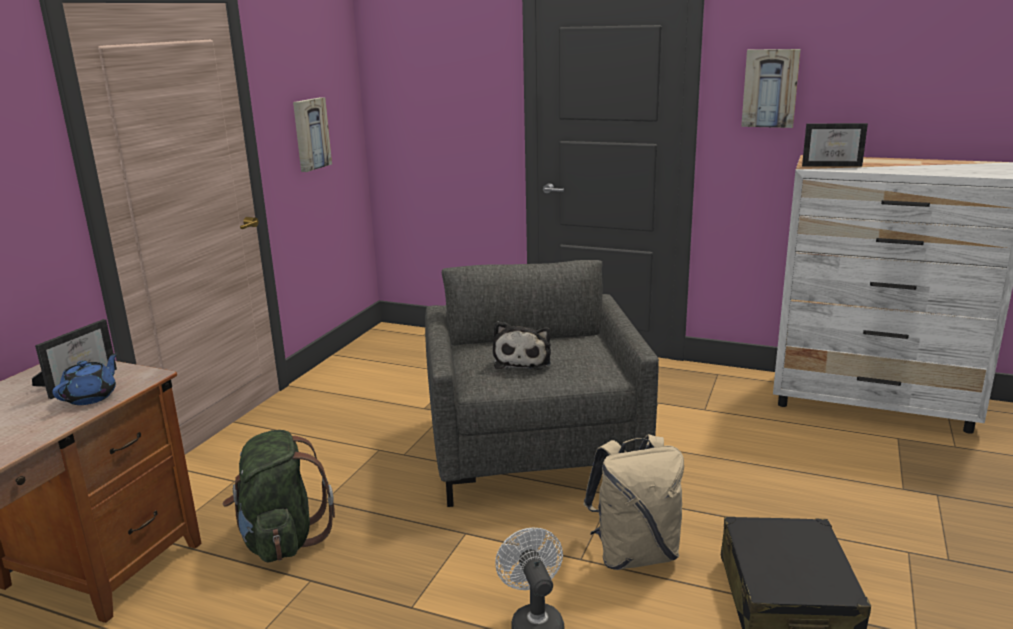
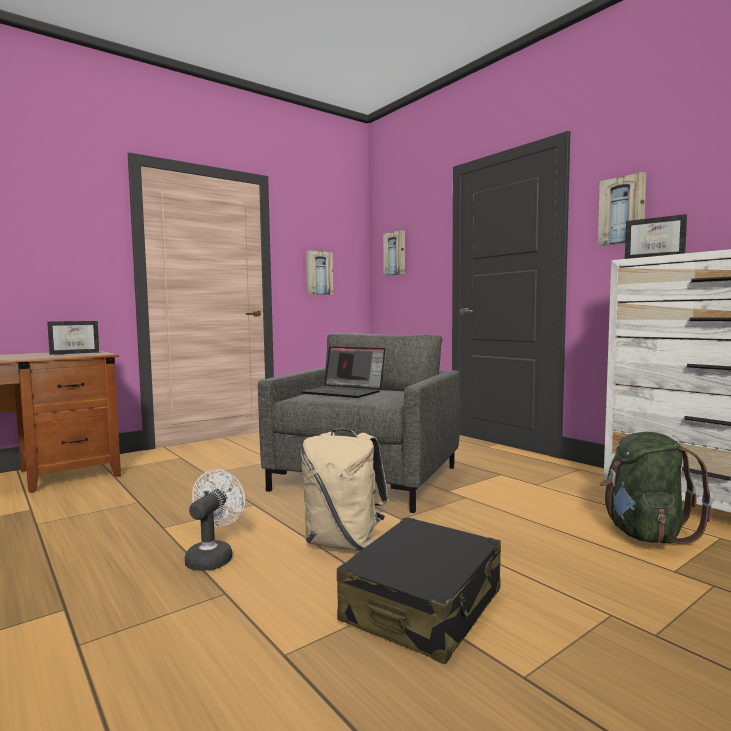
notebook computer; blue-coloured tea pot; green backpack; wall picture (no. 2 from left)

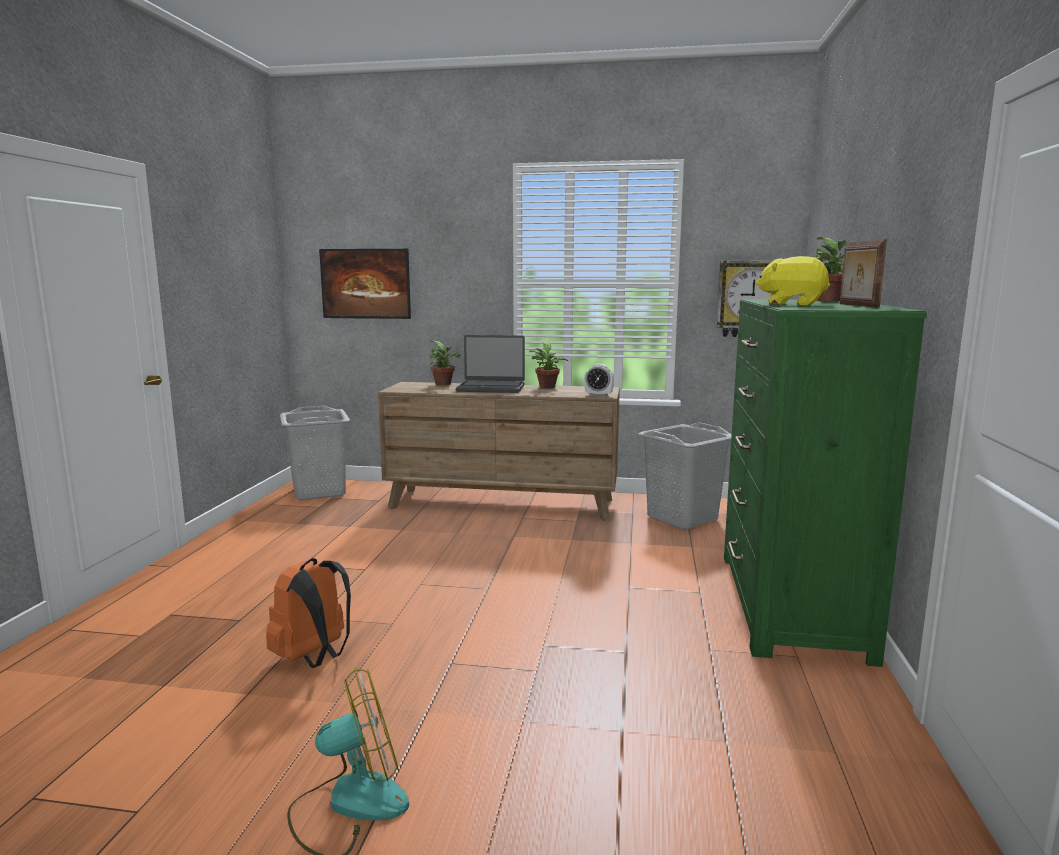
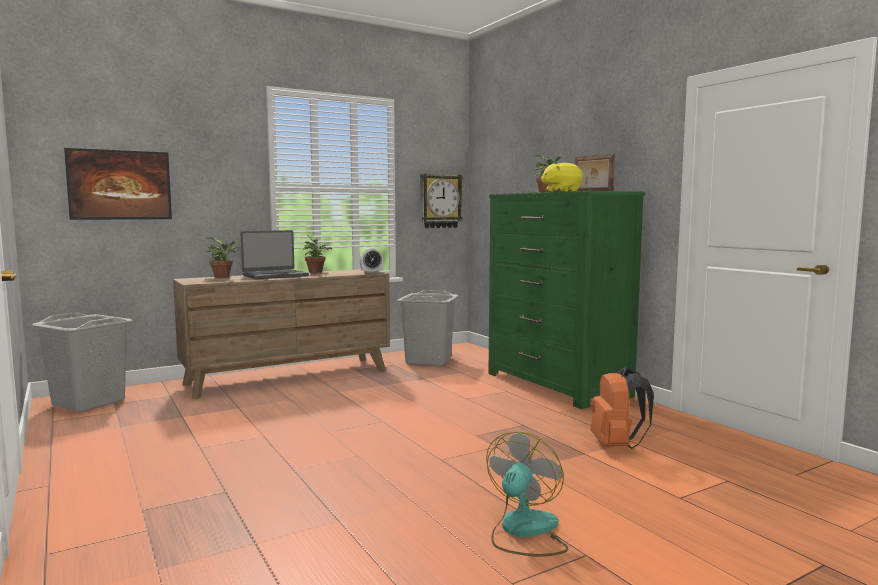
orange-coloured backpack

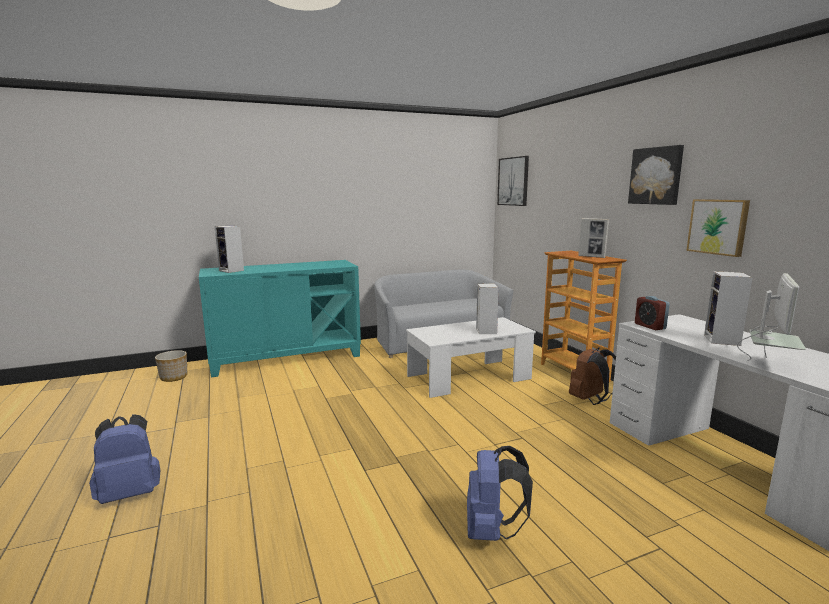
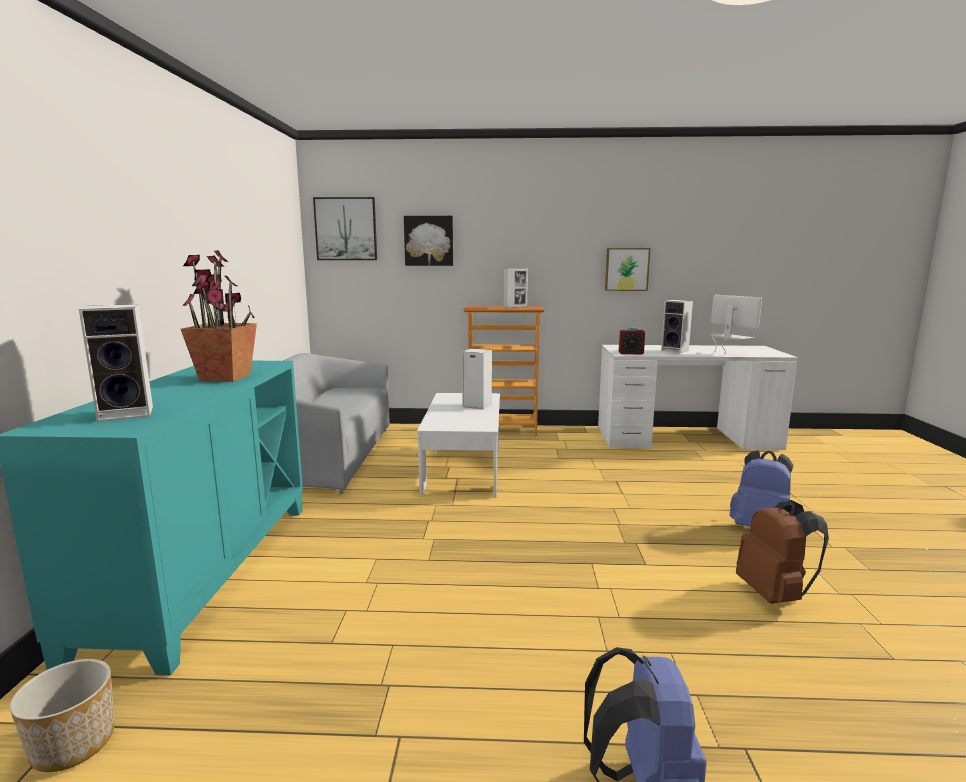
wall picture (no. 2 from left); brown backpack; plant in a pot

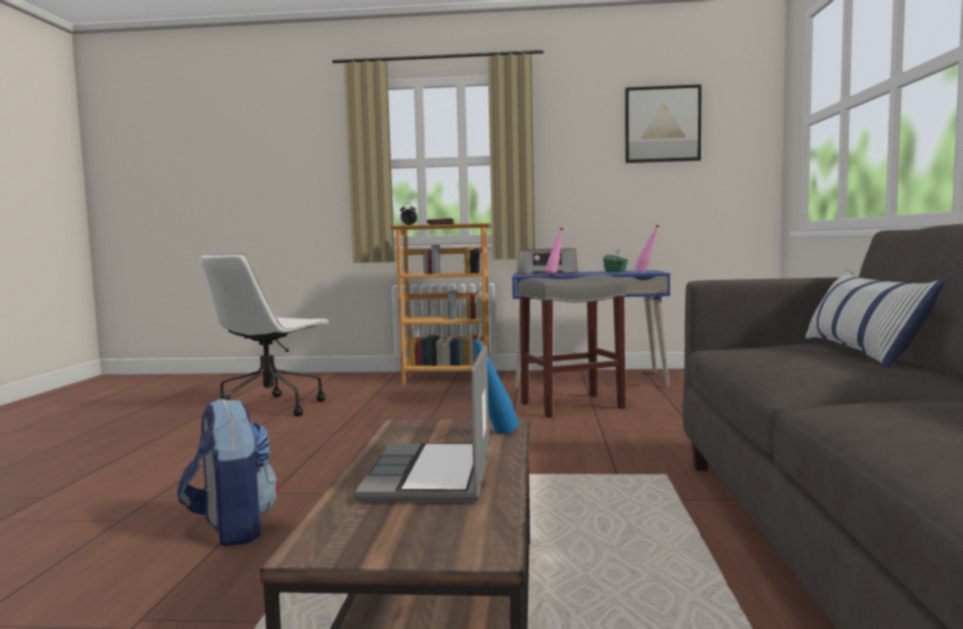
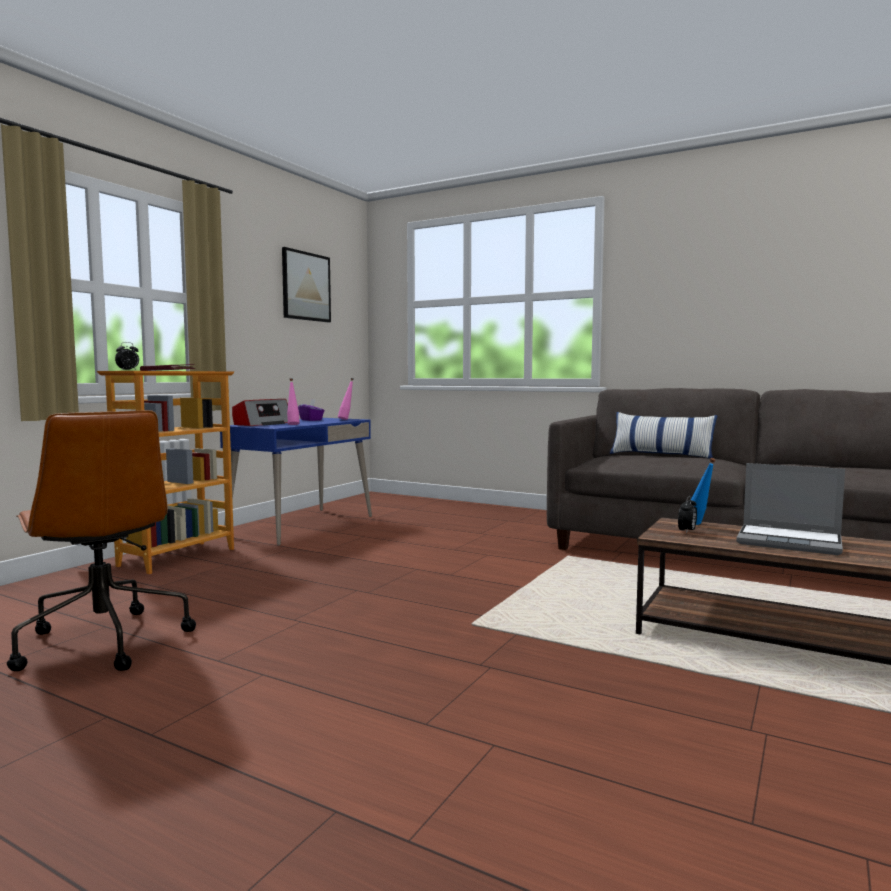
purple tissue holder; brown computer chair; grey stool seat; backpack; alarm clock (no. 2 from left)

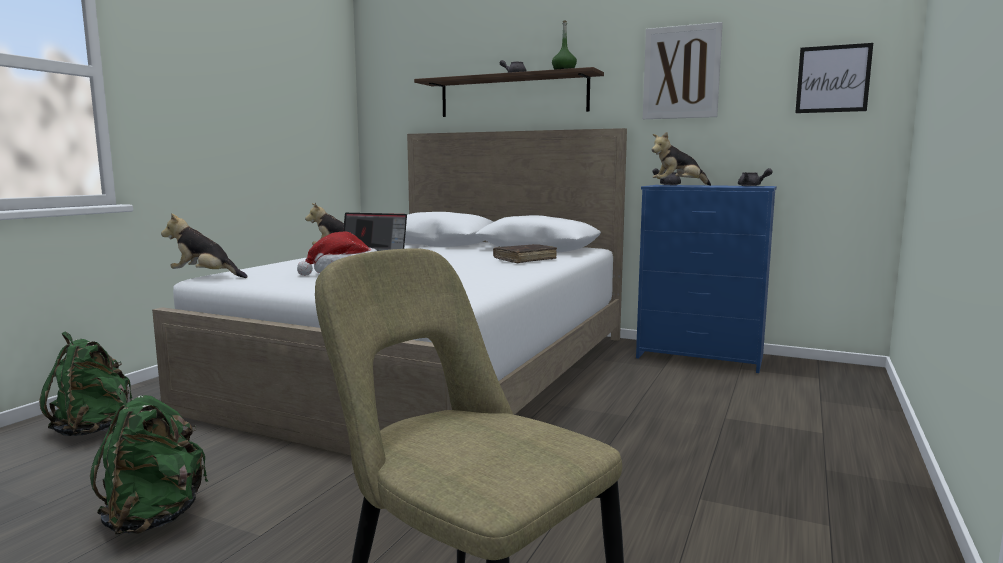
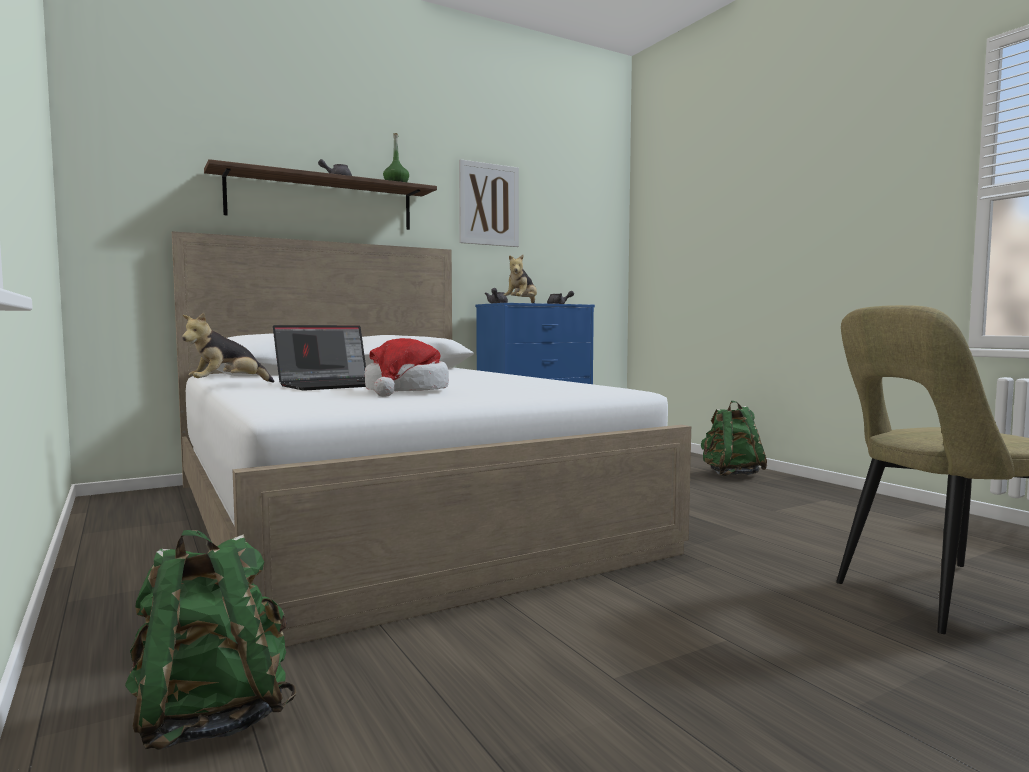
wall picture (no. 2 from left in the first image); soft toy (no. 1 from left in the first image); brown book; green backpack (no. 2 from left)

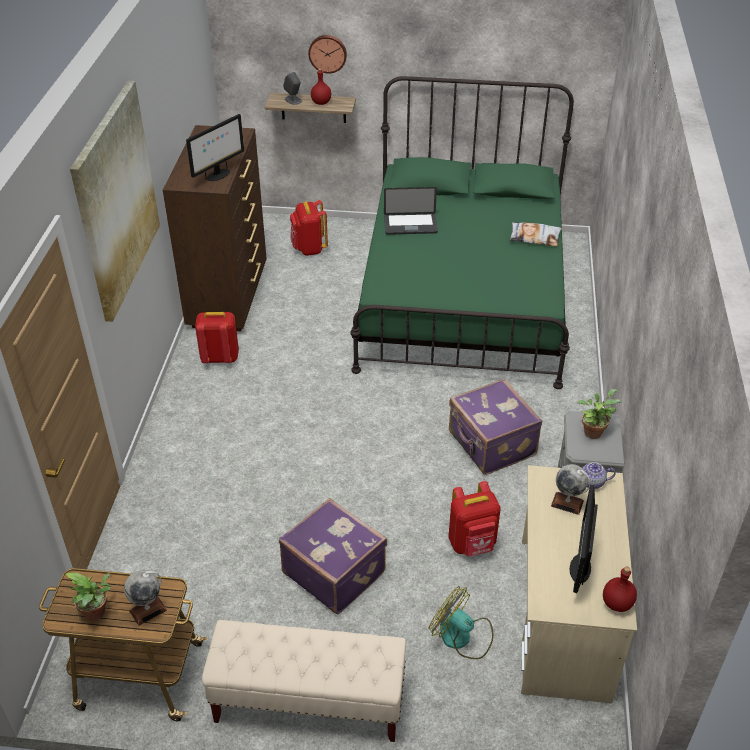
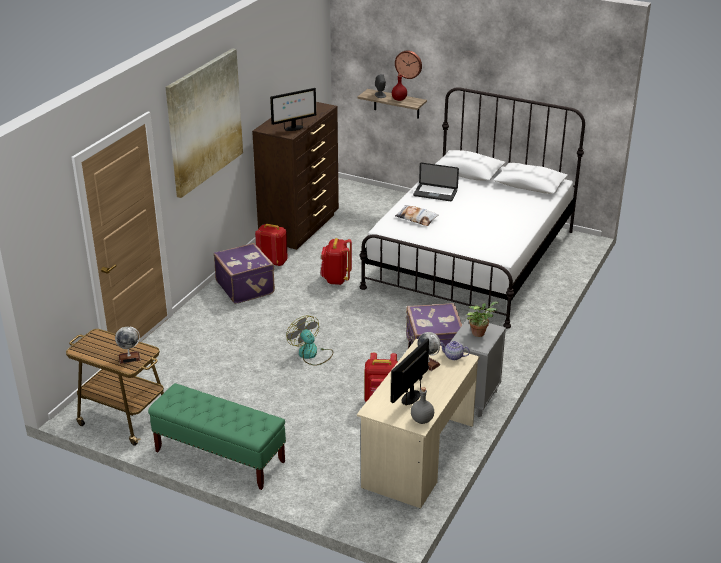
whitish bedroom bed; reddish backpack (no. 2 from left); throw pillow; purple piece of luggage (no. 1 from left); grey beverage bottle; plant in a pot (no. 1 from left in the first image); fan; green indoor bench

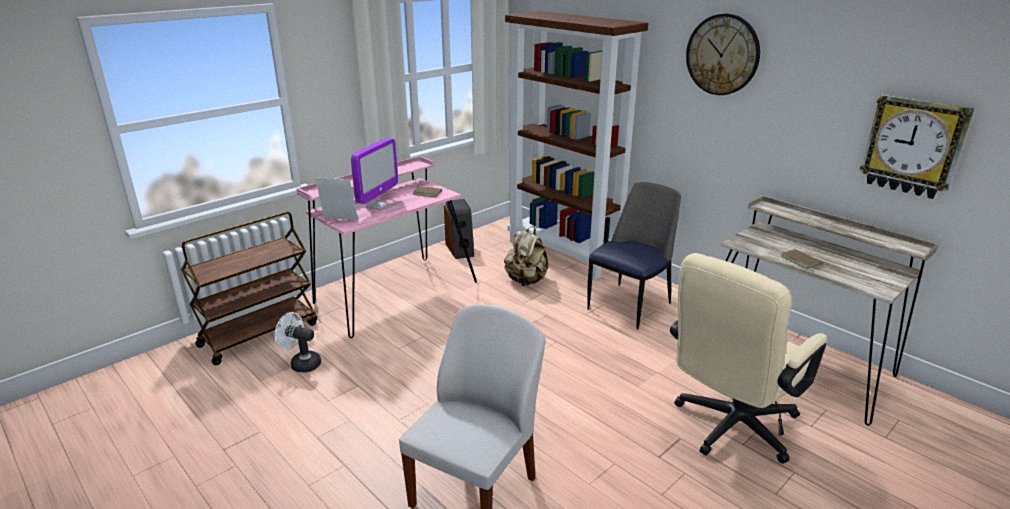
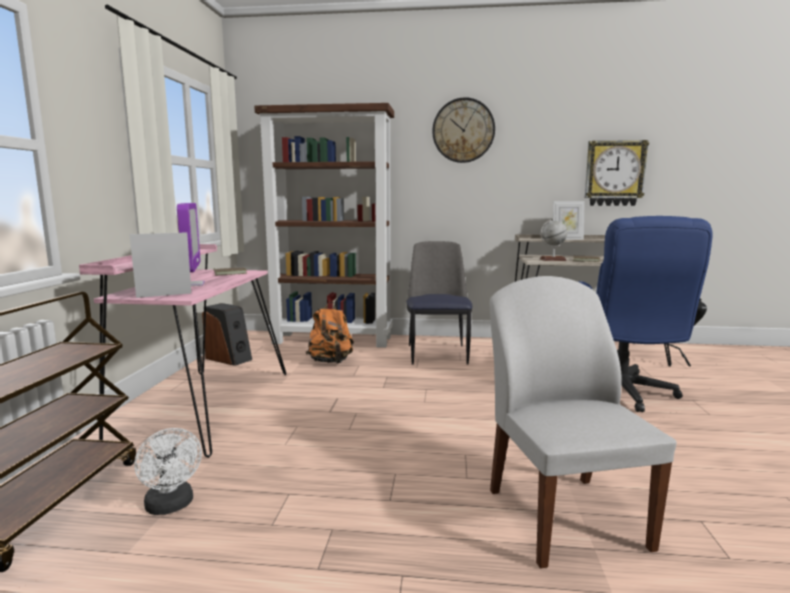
orange-coloured backpack; blue-coloured computer chair; whitish fan; picture frame (no. 2 from left); desk globe

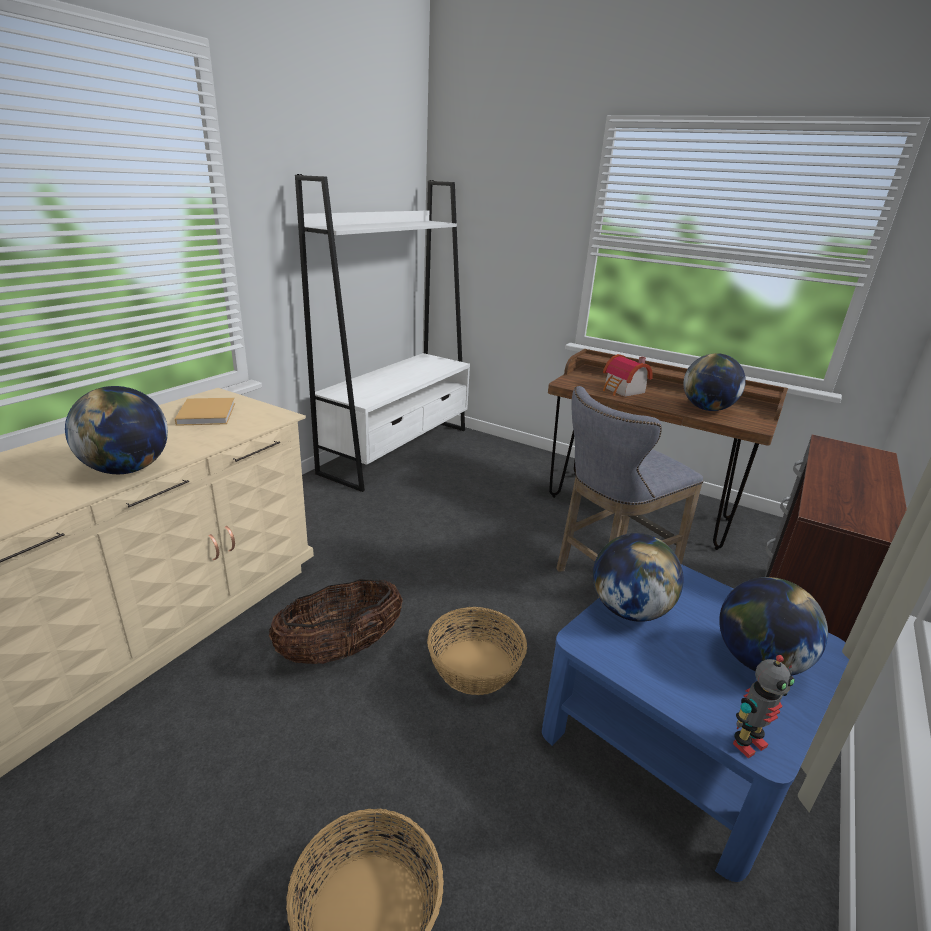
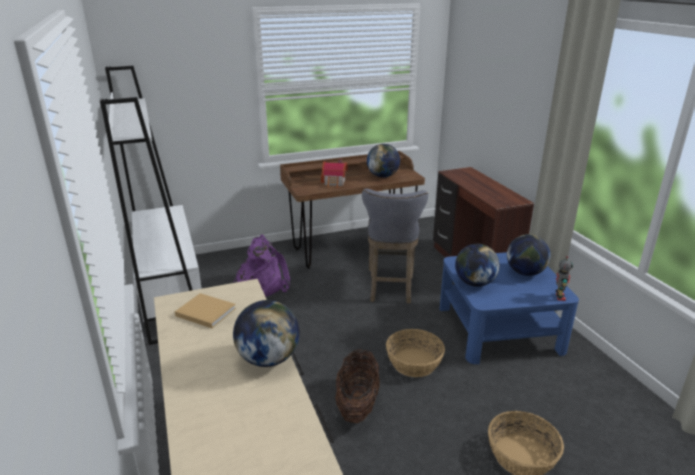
purple backpack

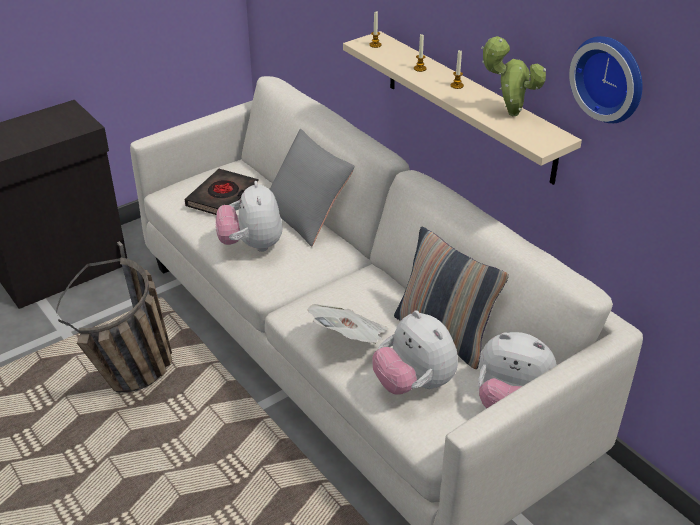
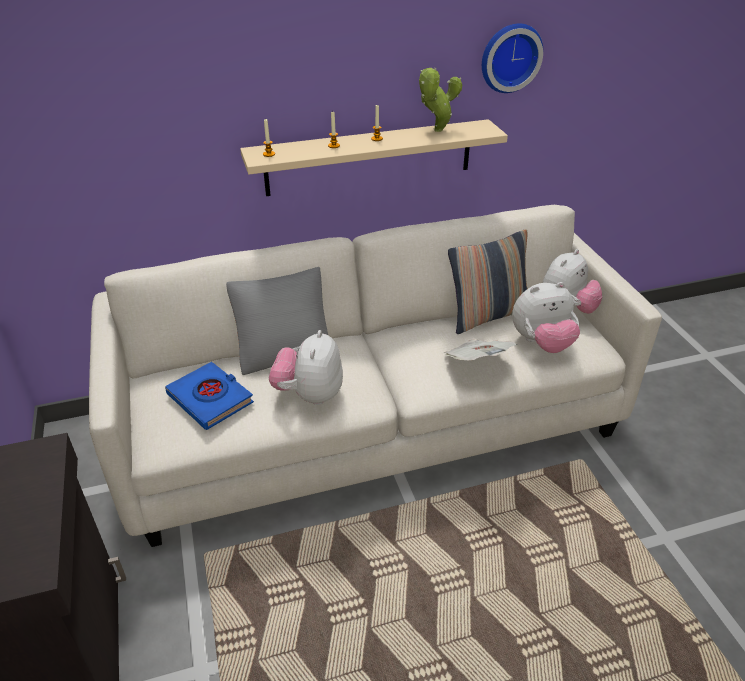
blue-coloured book; soft toy (no. 1 from left); basket

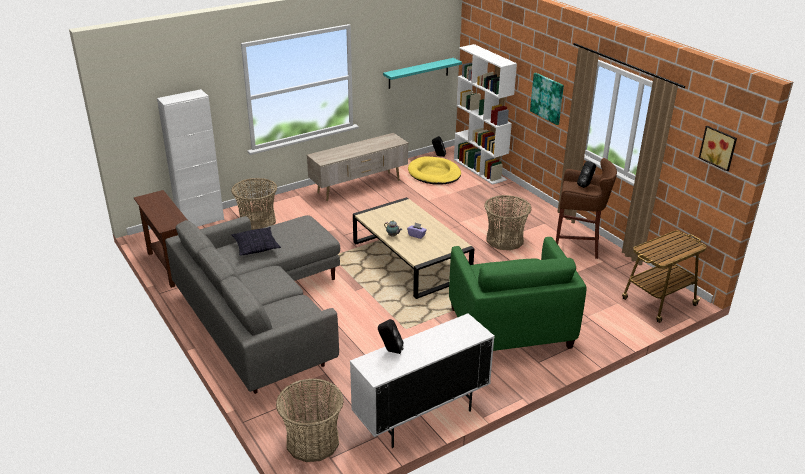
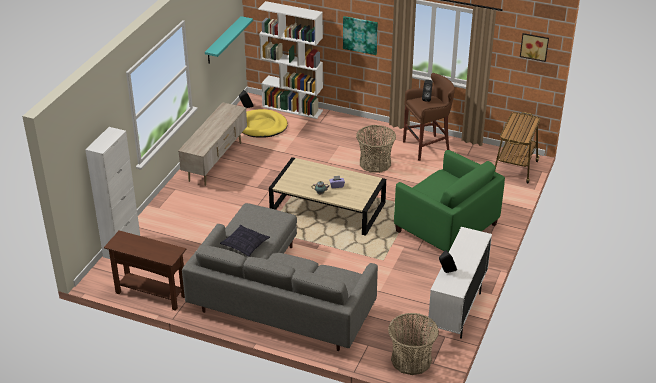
basket (no. 1 from left in the first image)

